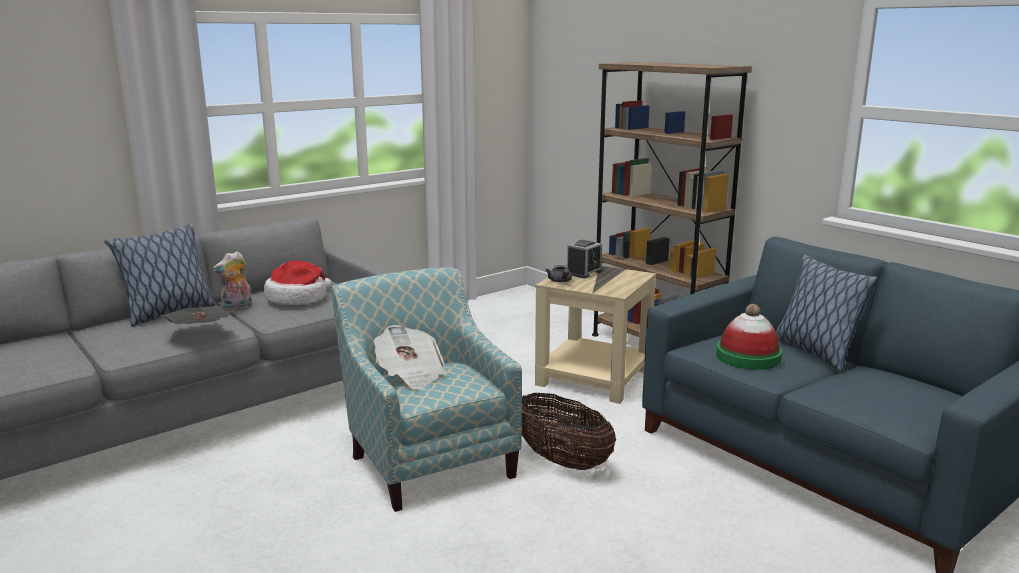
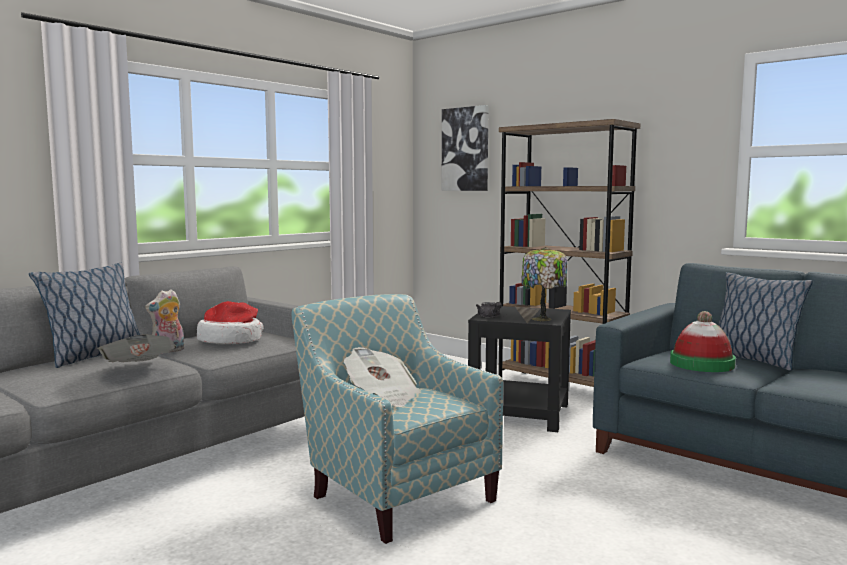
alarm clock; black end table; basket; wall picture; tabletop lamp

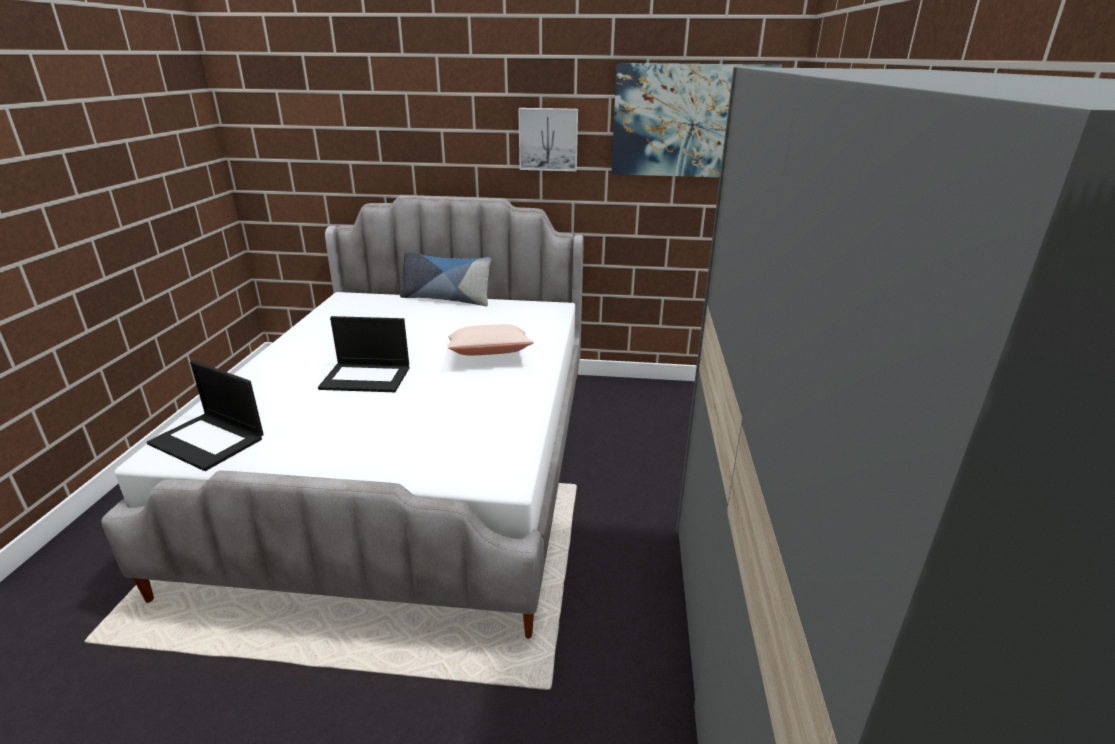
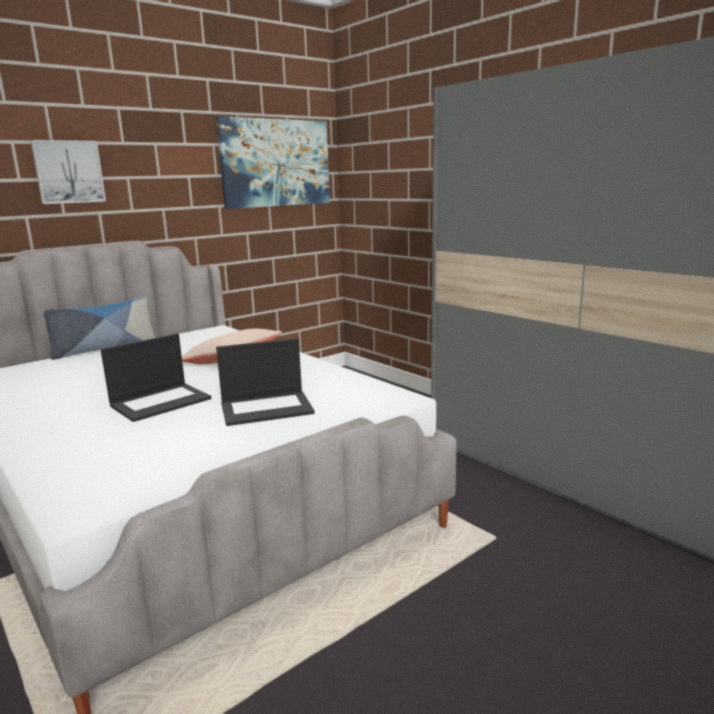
wall picture (no. 1 from left); notebook computer (no. 2 from left)

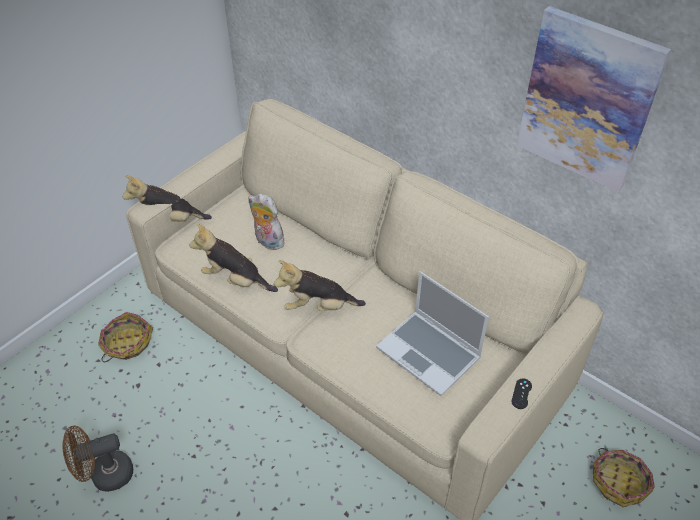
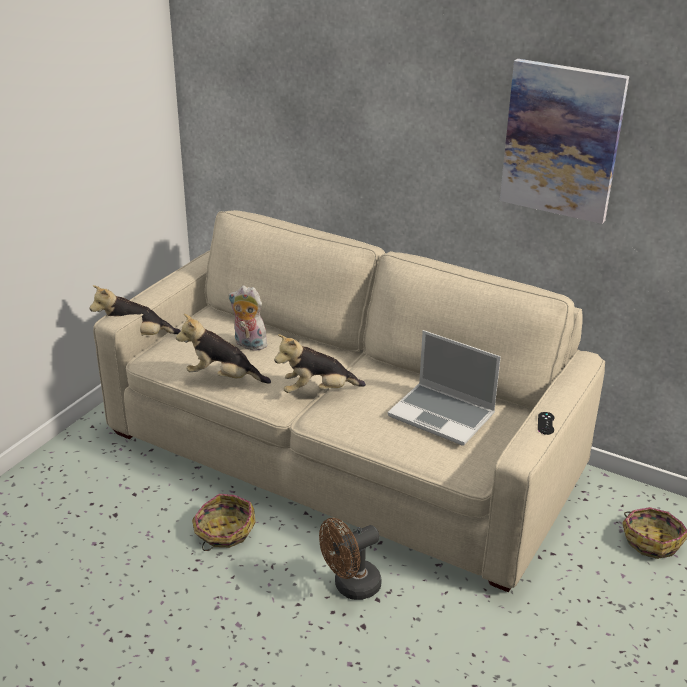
basket (no. 1 from left); brown fan

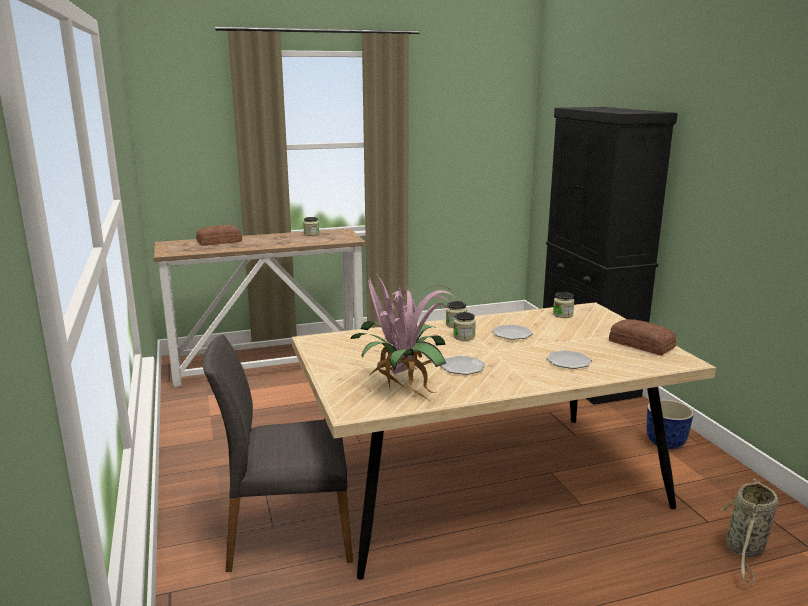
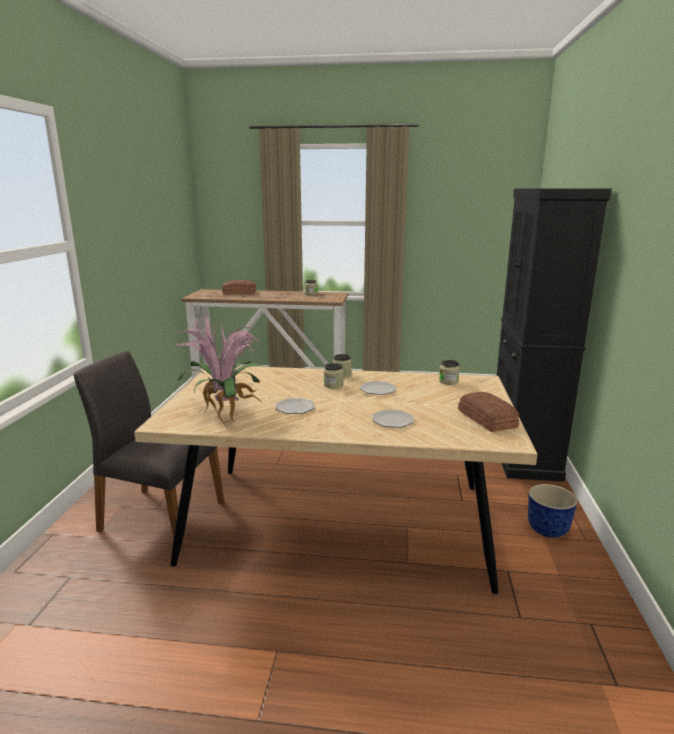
basket

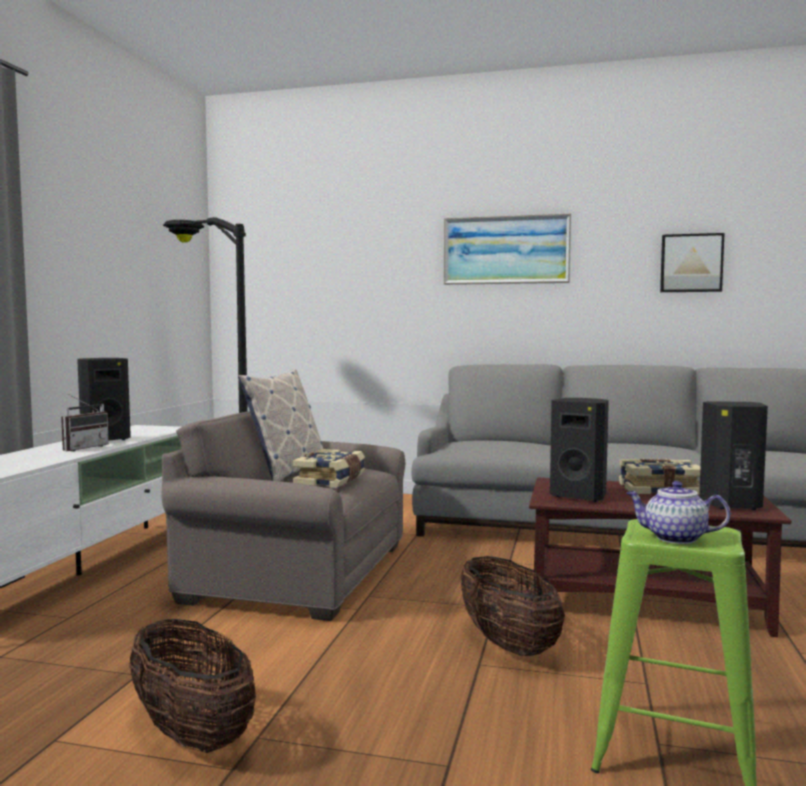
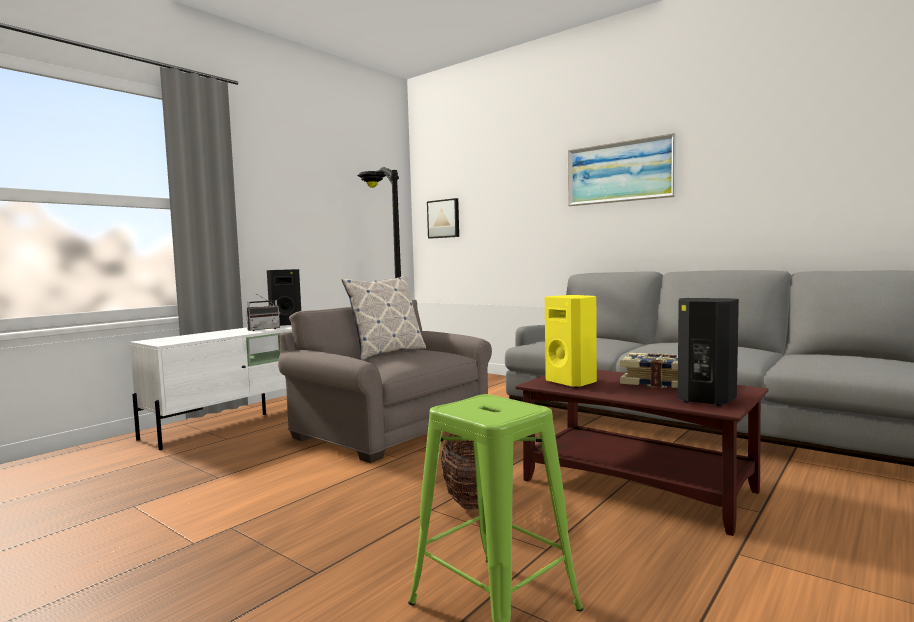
wall picture (no. 1 from left); yellow-coloured speaker; book (no. 1 from left in the first image); tea pot; basket (no. 1 from left in the first image)

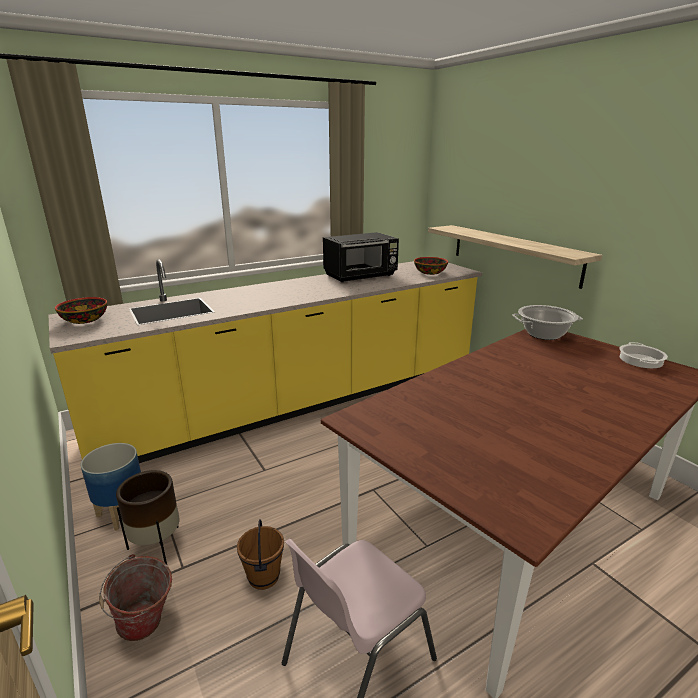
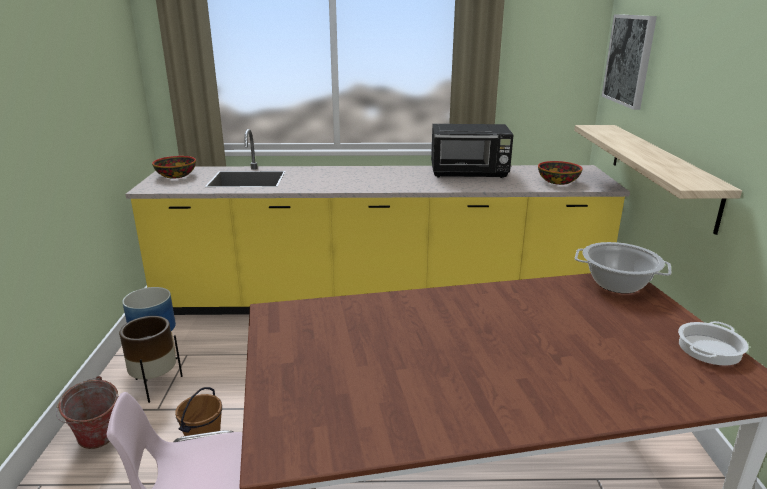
wall picture

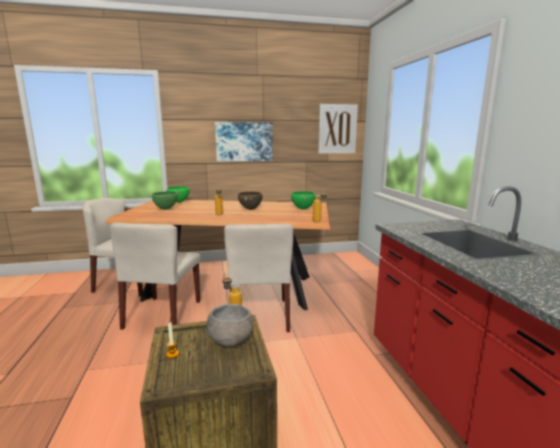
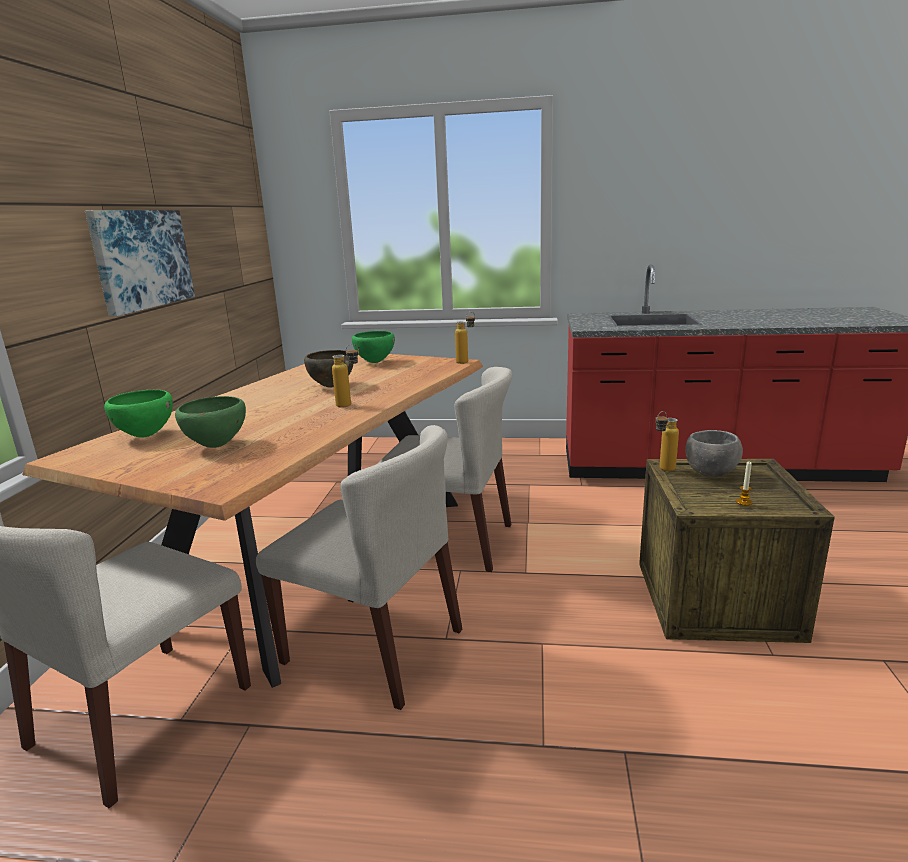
wall picture (no. 2 from left in the first image)

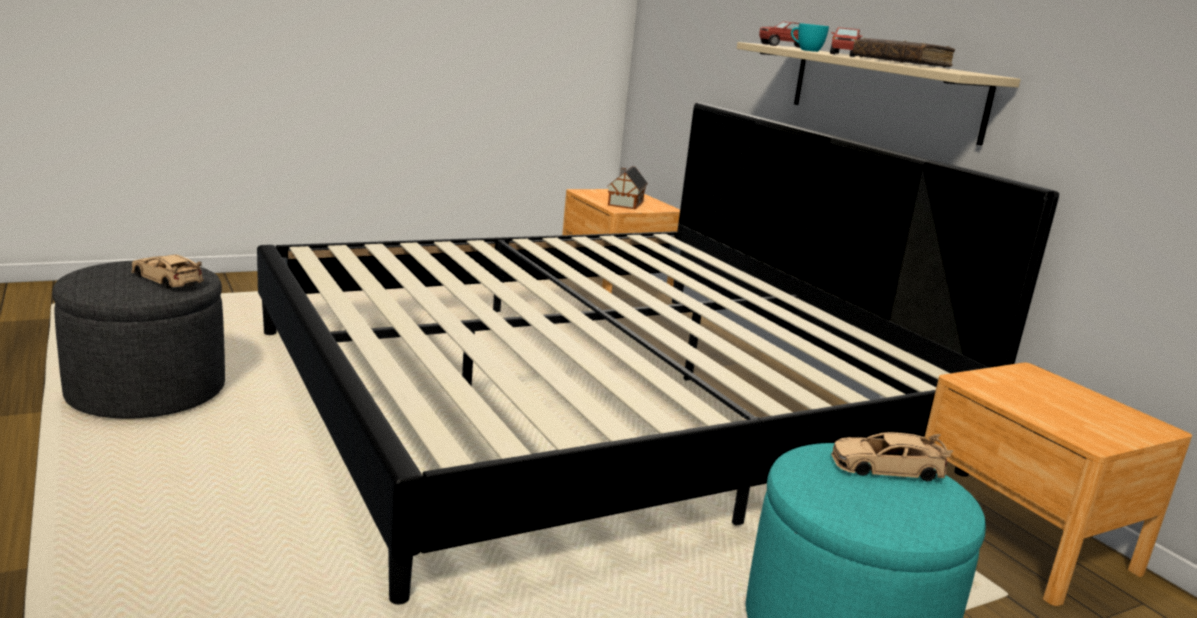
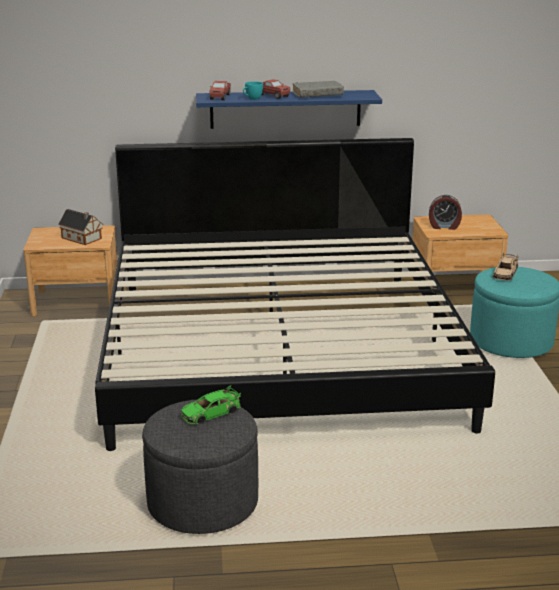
grey book; blue-coloured wall shelf; green miniature car; alarm clock

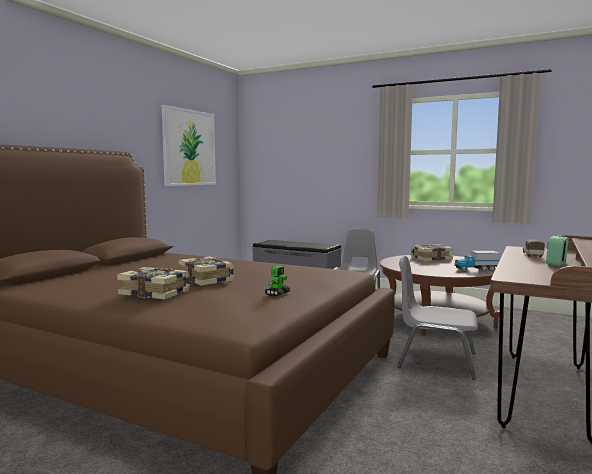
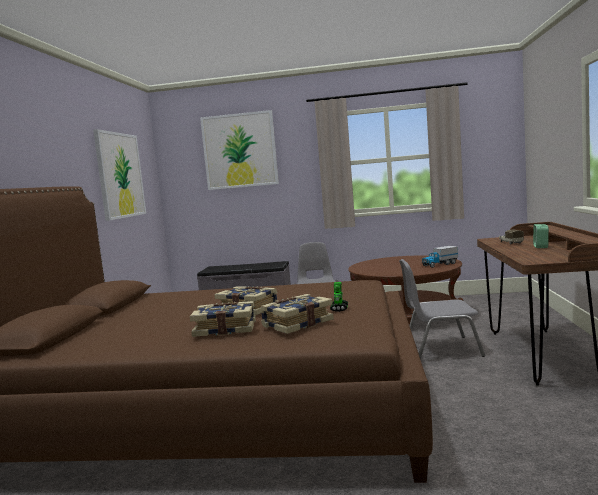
book (no. 3 from left); wall picture (no. 2 from left)

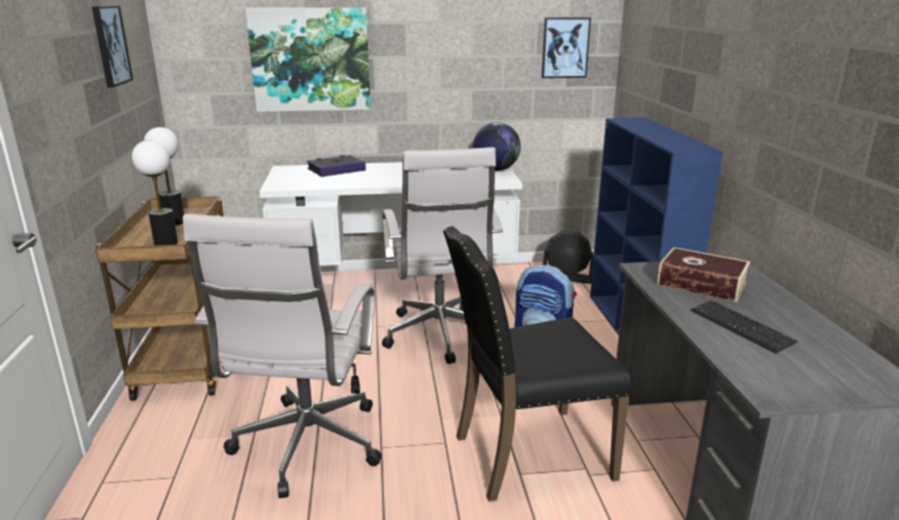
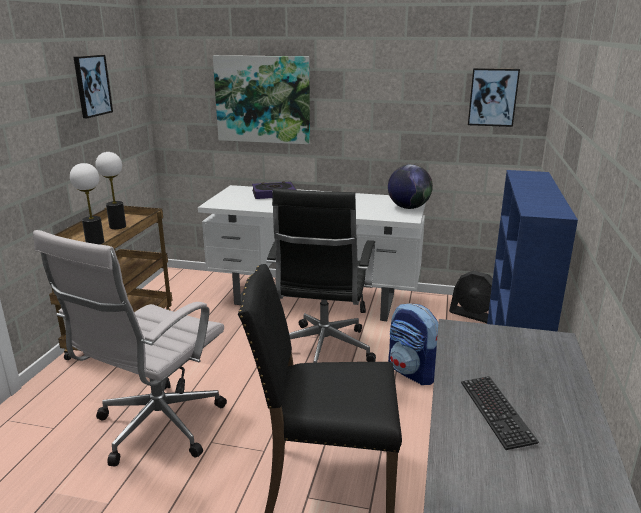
black computer chair; book (no. 2 from left in the first image)

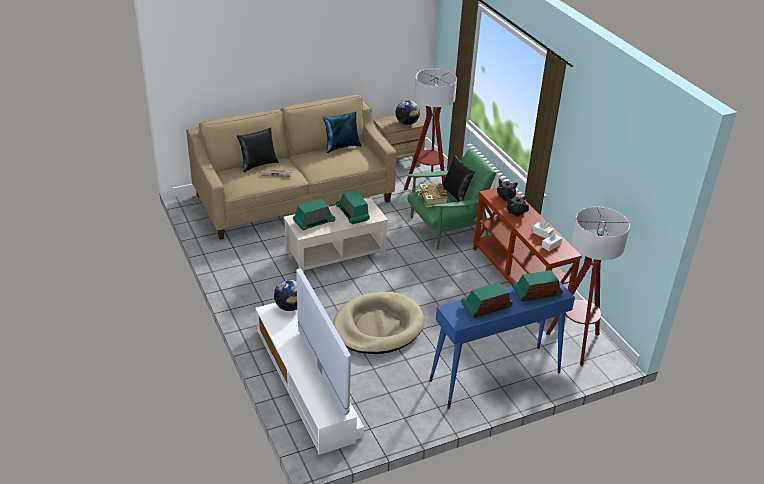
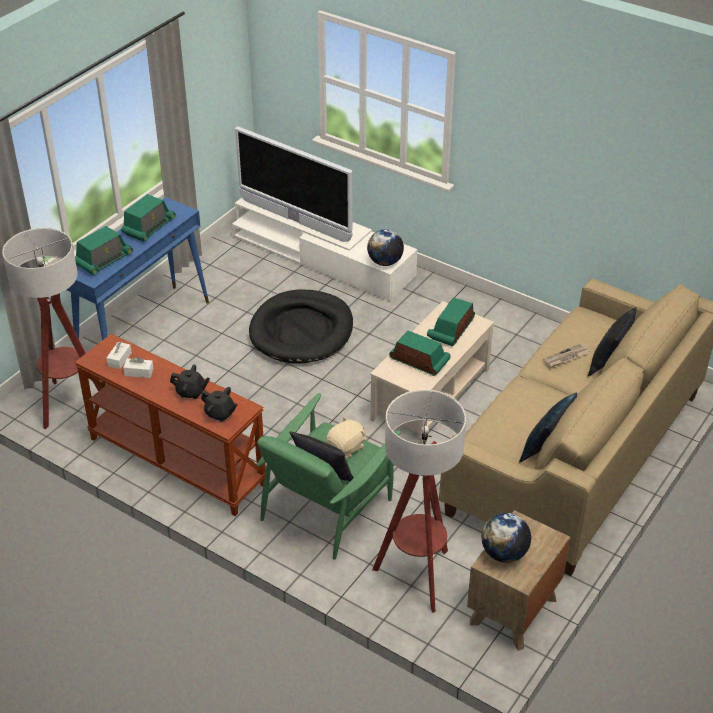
beige-coloured soft toy; black pet bed

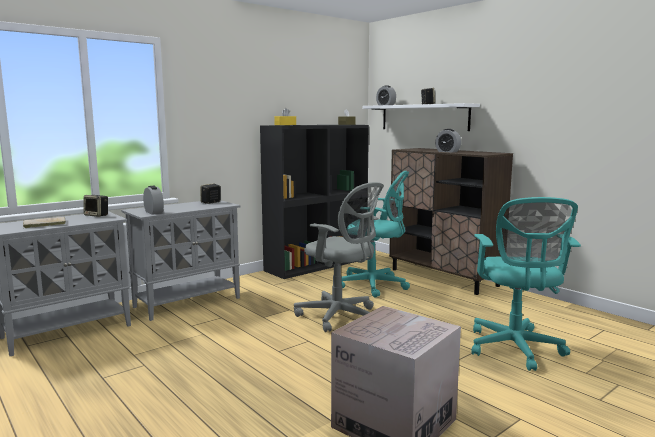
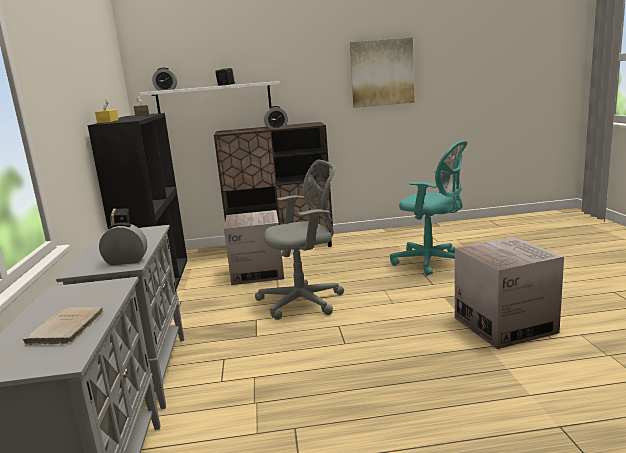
packing box (no. 1 from left); speaker (no. 1 from left in the first image); wall picture

